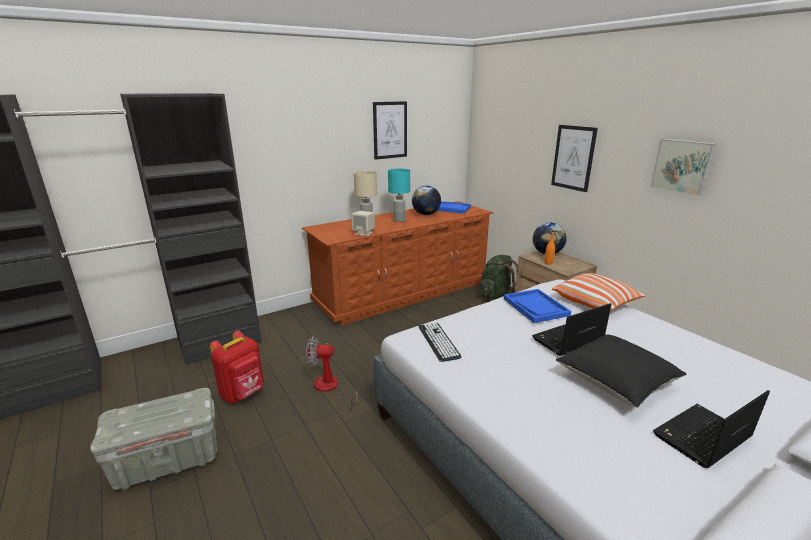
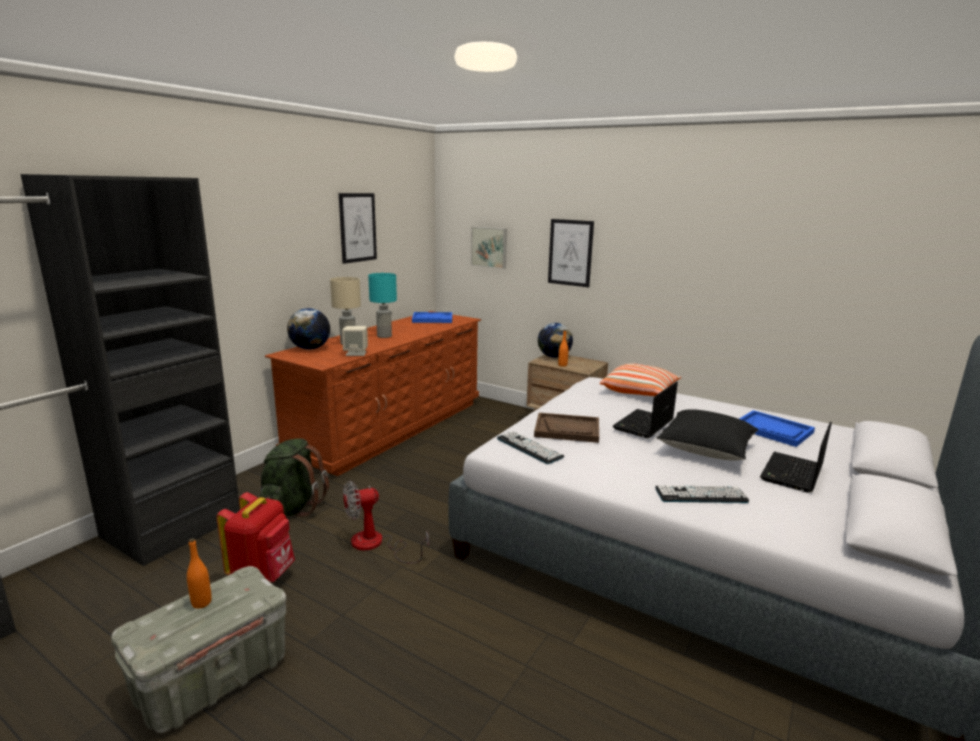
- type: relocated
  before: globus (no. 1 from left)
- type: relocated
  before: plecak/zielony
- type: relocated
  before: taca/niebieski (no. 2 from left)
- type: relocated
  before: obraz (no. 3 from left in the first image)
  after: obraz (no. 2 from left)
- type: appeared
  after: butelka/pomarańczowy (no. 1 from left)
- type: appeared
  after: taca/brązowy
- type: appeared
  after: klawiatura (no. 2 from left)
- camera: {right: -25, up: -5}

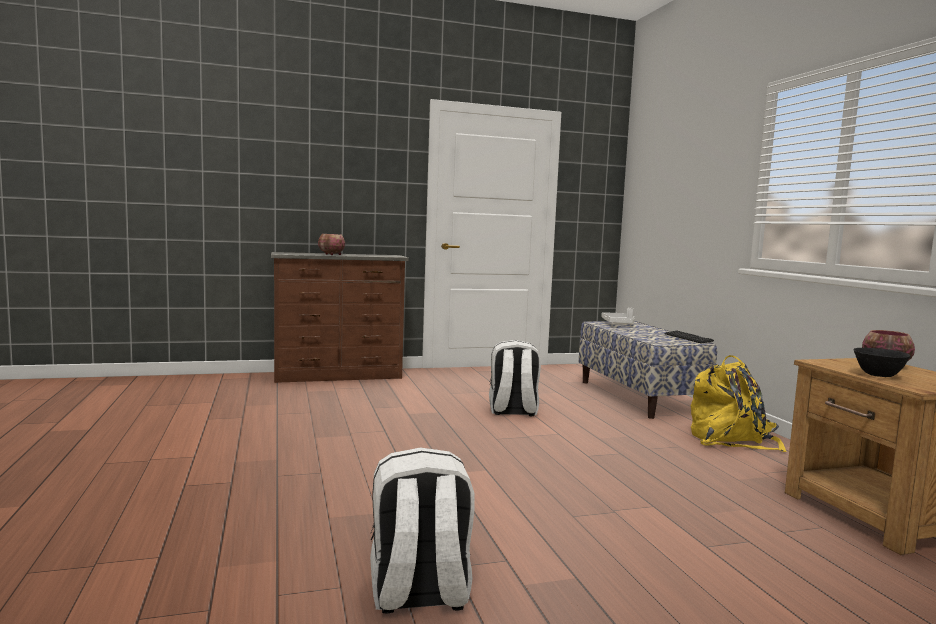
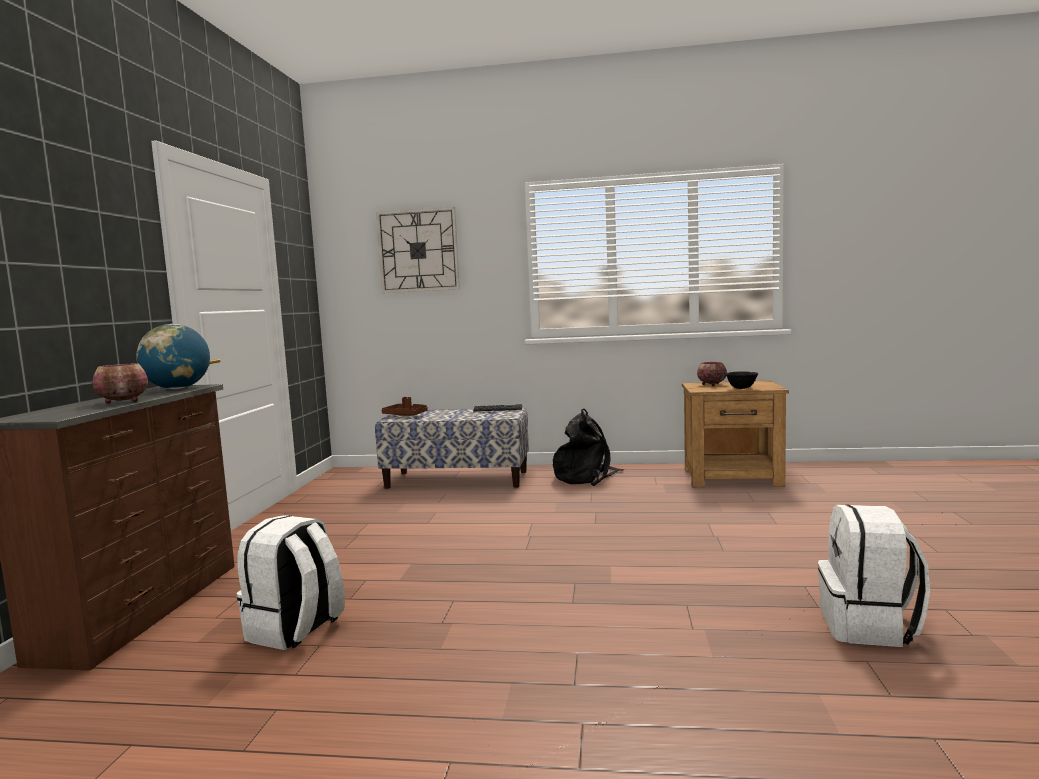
- type: relocated
  before: plecak/biały (no. 2 from left in the first image)
  after: plecak/biały (no. 1 from left)
- type: colour
  before: taca/biały
  after: taca/brązowy
- type: colour
  before: plecak/żółty
  after: plecak/czarny
- type: appeared
  after: globus
- type: appeared
  after: zegar ścienny
- camera: {right: -65, up: 0}

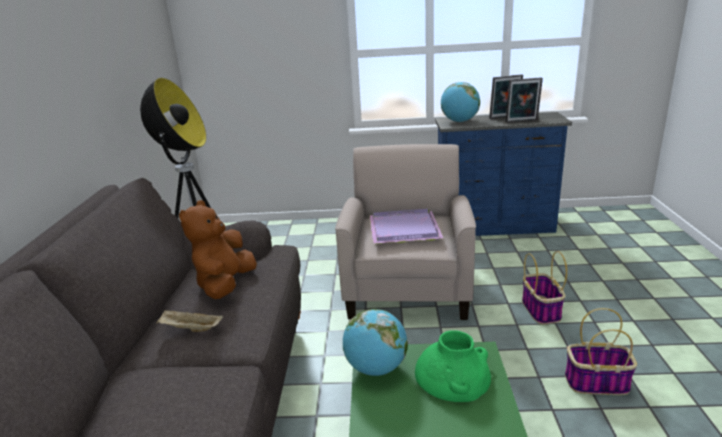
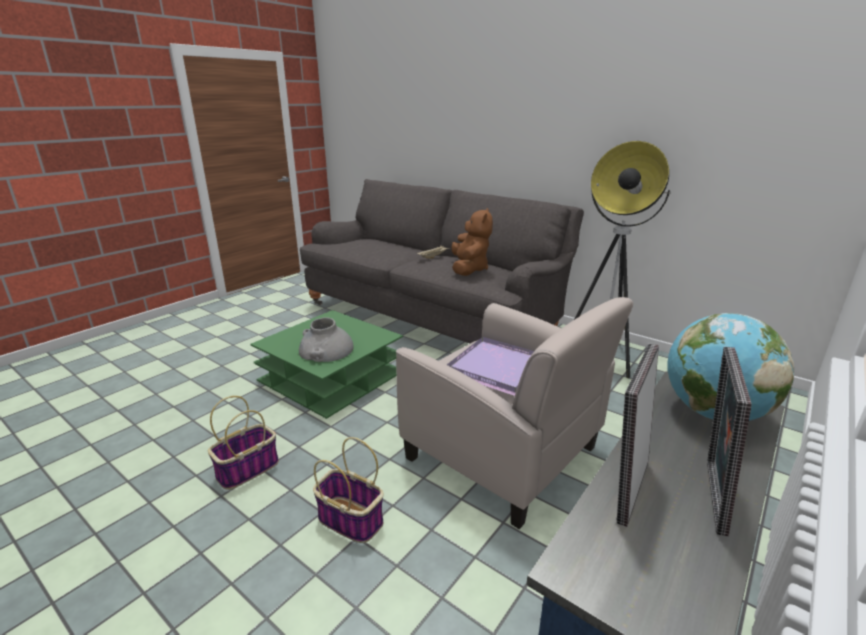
- type: spun
  before: pluszak/brązowy
  turn: 45
- type: missing
  before: globus (no. 1 from left)
- type: colour
  before: wazon/zielony
  after: wazon/szary
- camera: {right: 125, up: 0}

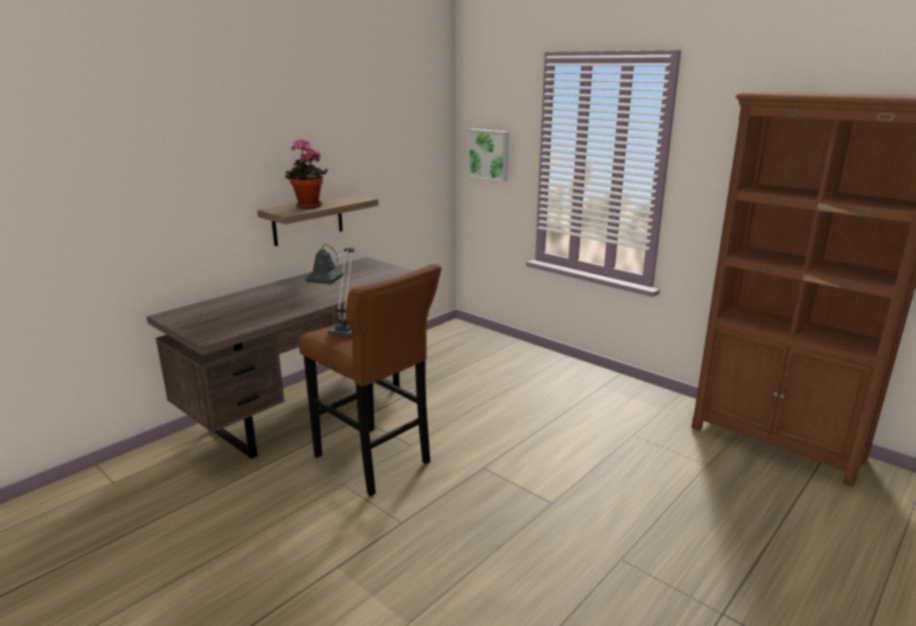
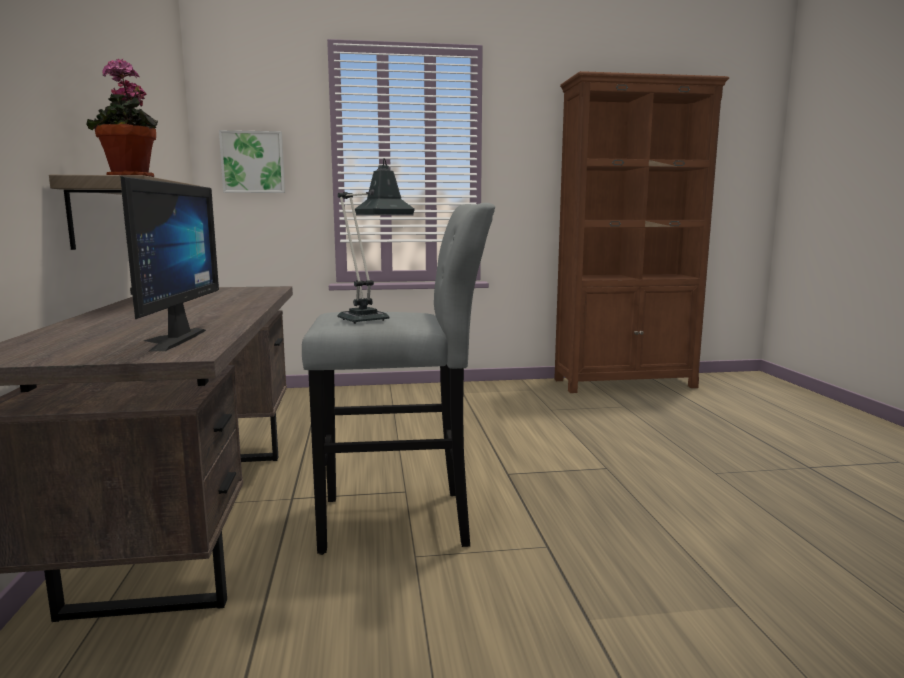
- type: colour
  before: stołek/brązowy
  after: stołek/szary
- type: appeared
  after: monitor
- camera: {right: -50, up: -10}

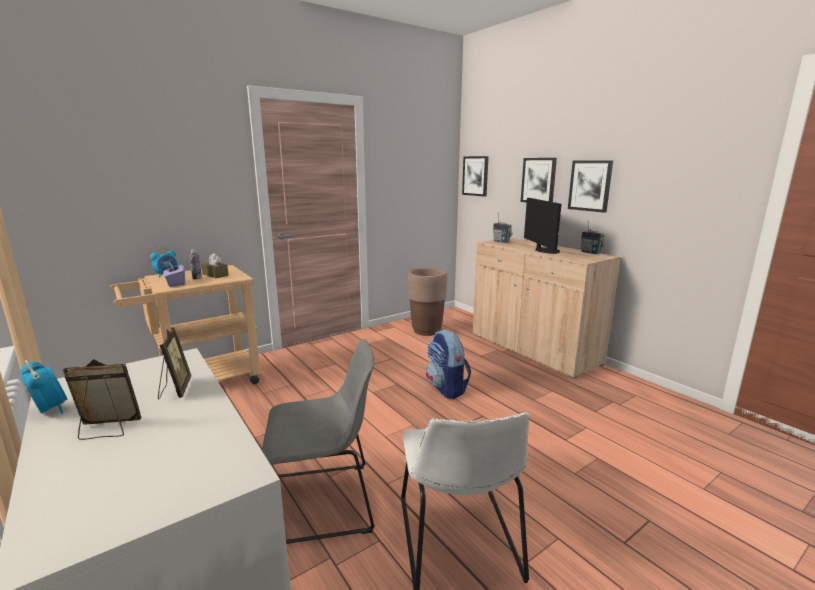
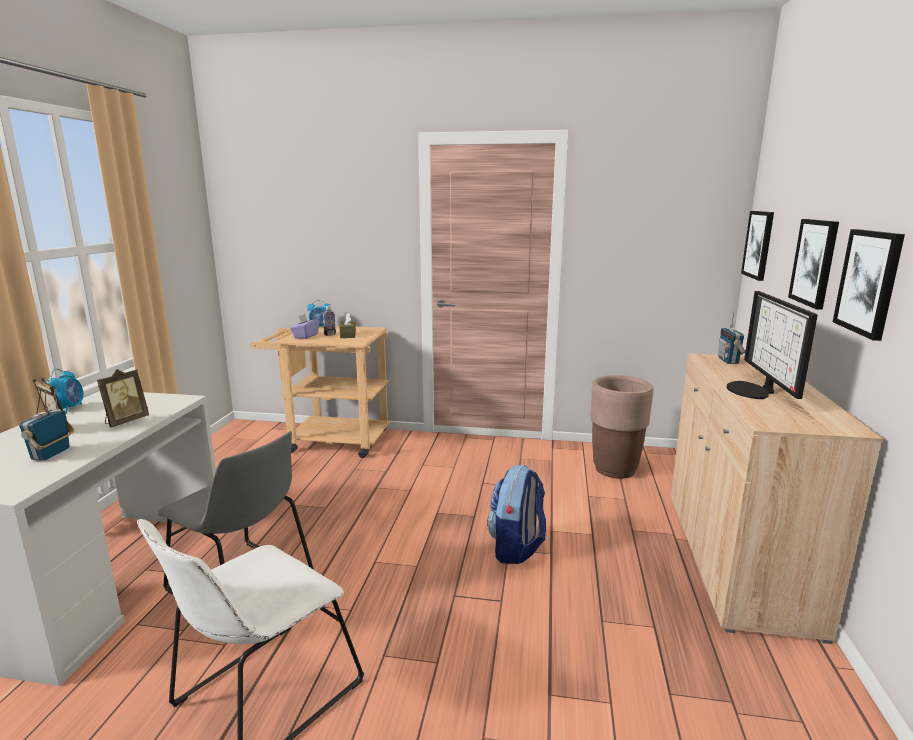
- type: spun
  before: monitor
  turn: 150
- type: relocated
  before: radio (no. 2 from left in the first image)
  after: radio (no. 1 from left)
- camera: {right: 45, up: 0}

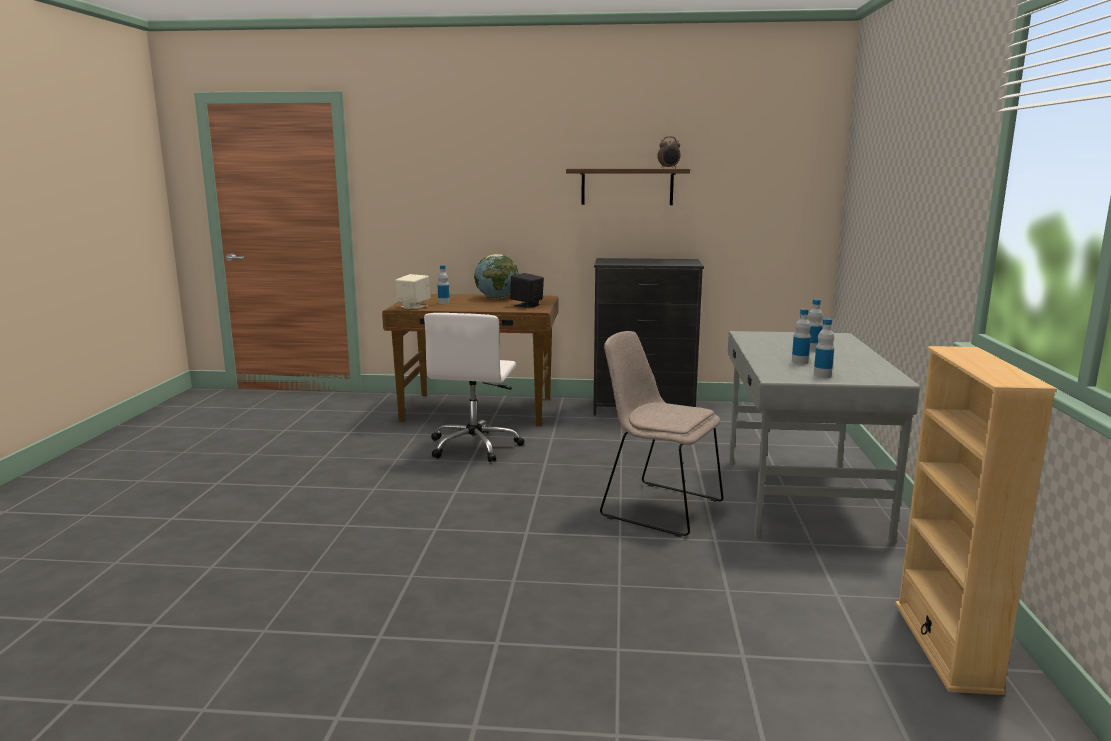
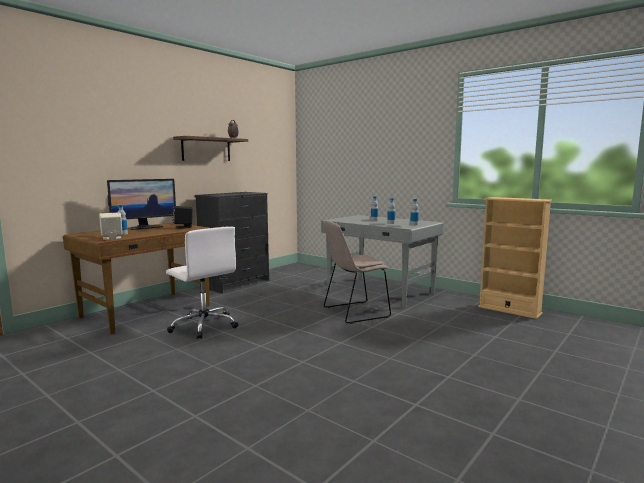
- type: exchanged
  before: globus
  after: monitor
- camera: {right: -55, up: -5}

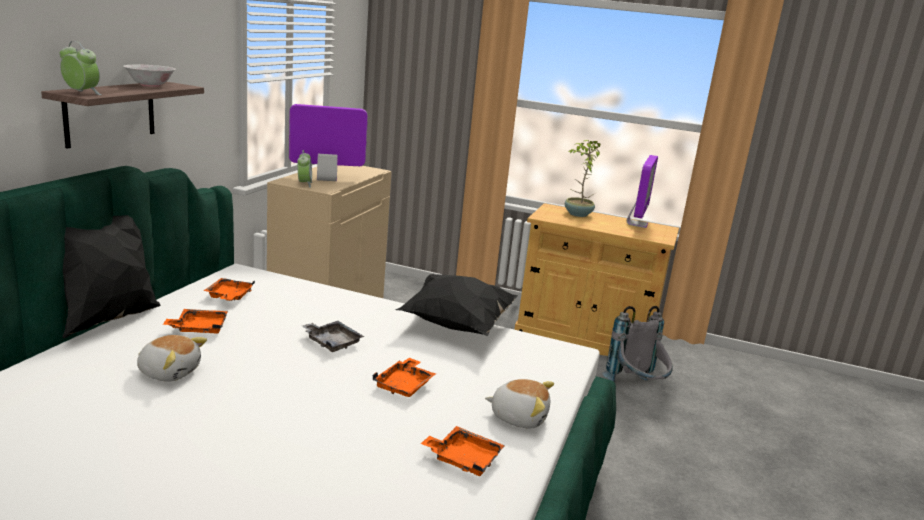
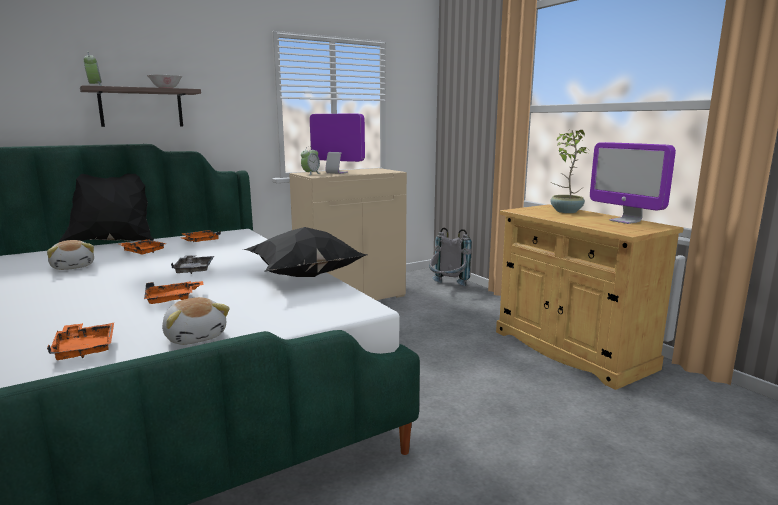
- type: relocated
  before: plecak/szary
- type: spun
  before: monitor (no. 2 from left)
  turn: 90
- camera: {right: 40, up: -5}

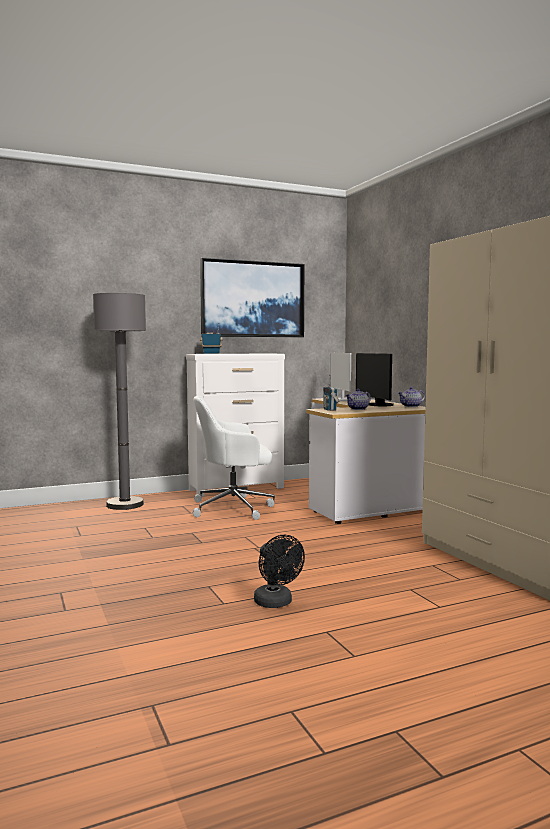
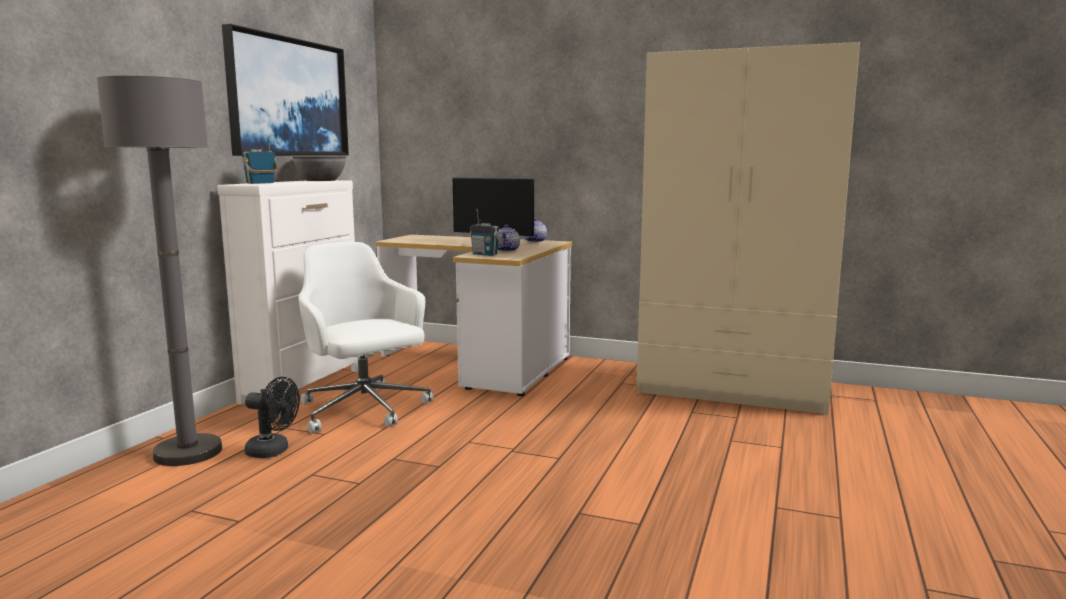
- type: spun
  before: krzesło biurowe/biały
  turn: 105
- type: relocated
  before: wentylator/czarny
- type: missing
  before: monitor (no. 1 from left)
- type: appeared
  after: miska/szary
- camera: {right: -45, up: 5}

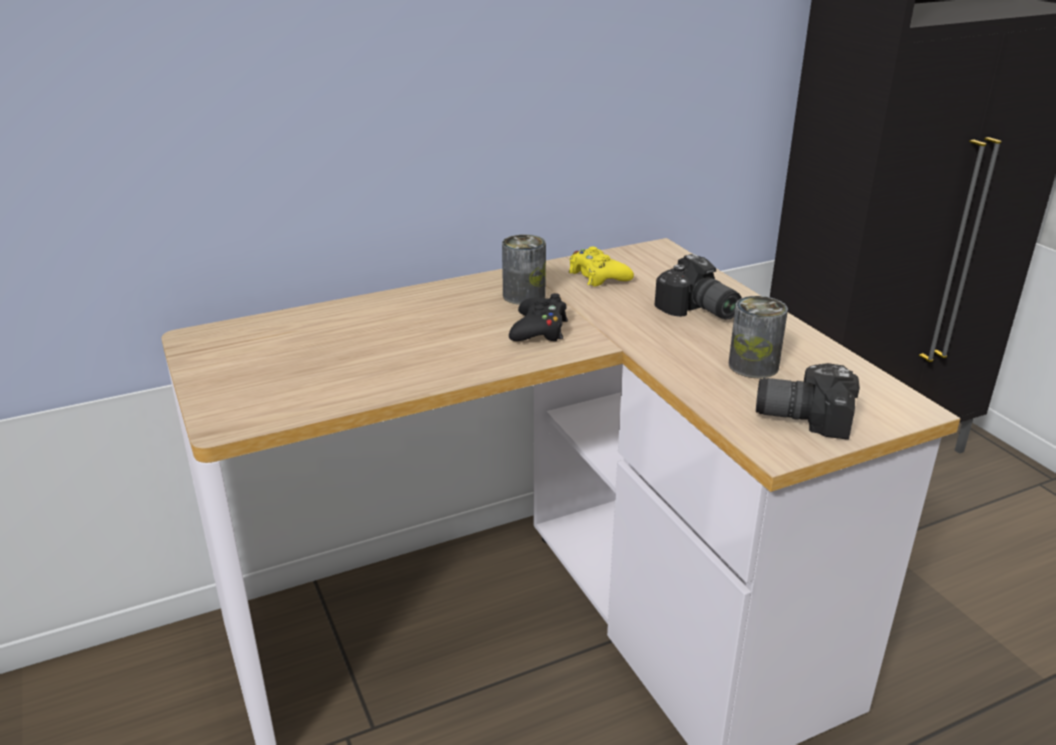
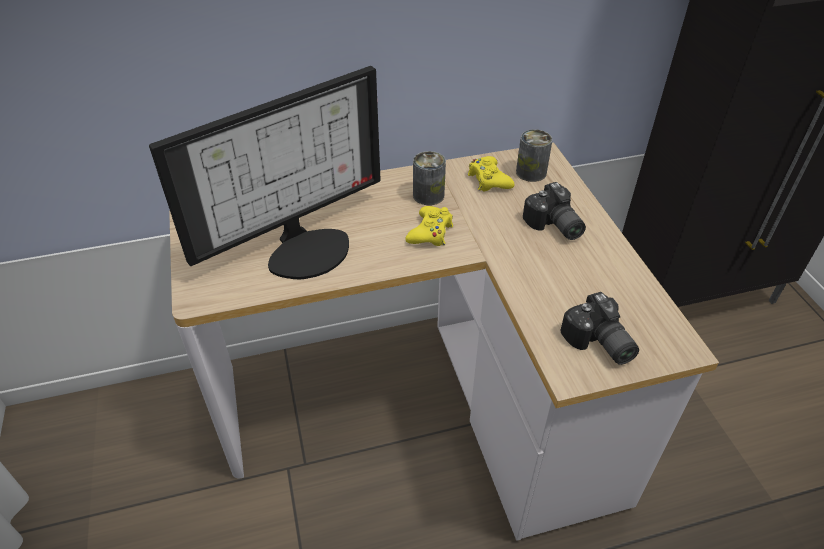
- type: colour
  before: pad do gier/czarny
  after: pad do gier/żółty (no. 1 from left)
- type: relocated
  before: puszka (no. 2 from left)
- type: spun
  before: aparat fotograficzny (no. 2 from left)
  turn: -135
- type: appeared
  after: monitor
- camera: {right: 10, up: 15}

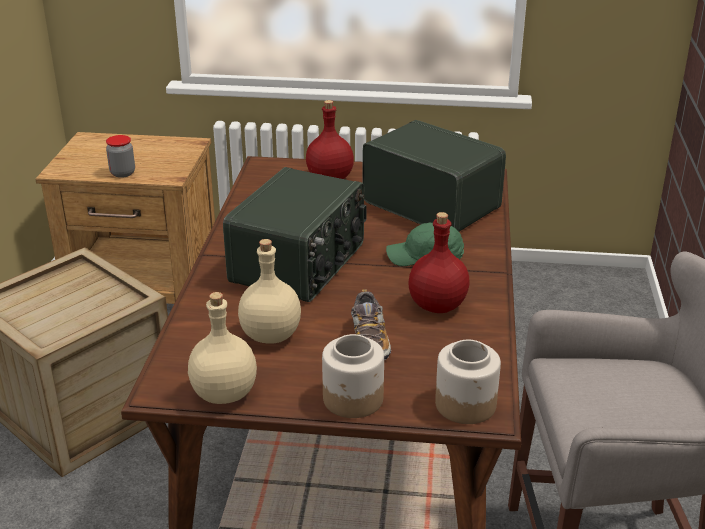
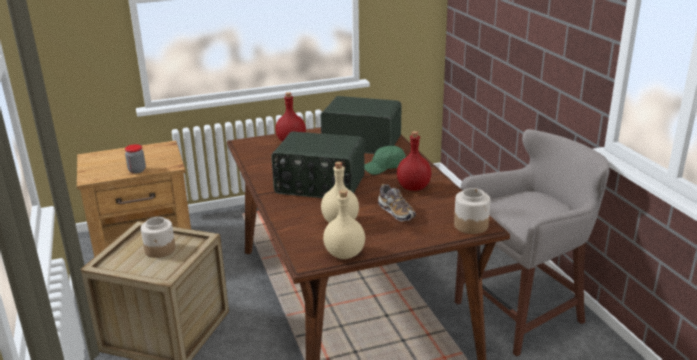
- type: spun
  before: radio (no. 1 from left)
  turn: 105
- type: relocated
  before: słoik (no. 2 from left)
- camera: {right: -25, up: -5}

